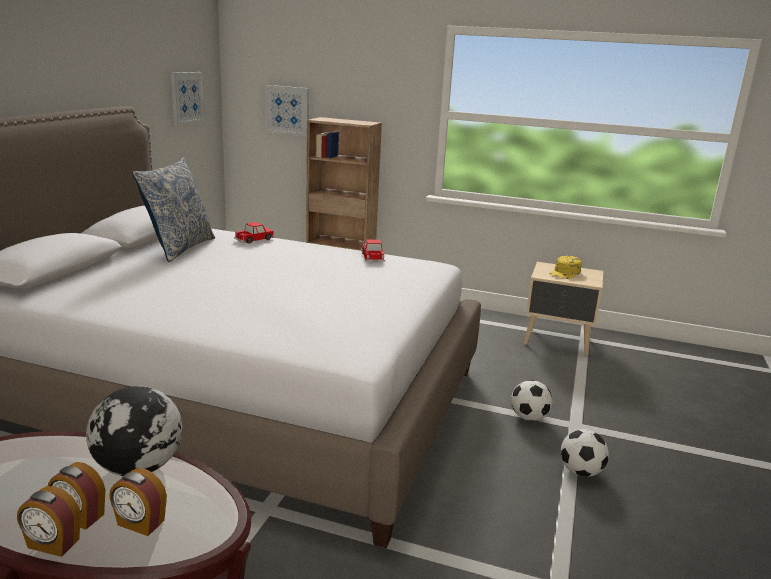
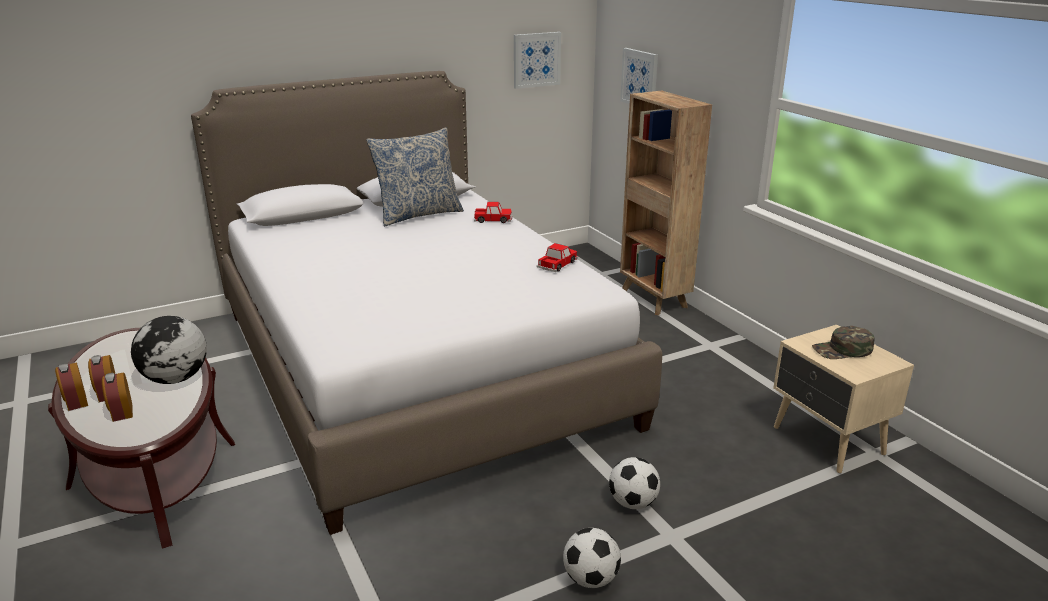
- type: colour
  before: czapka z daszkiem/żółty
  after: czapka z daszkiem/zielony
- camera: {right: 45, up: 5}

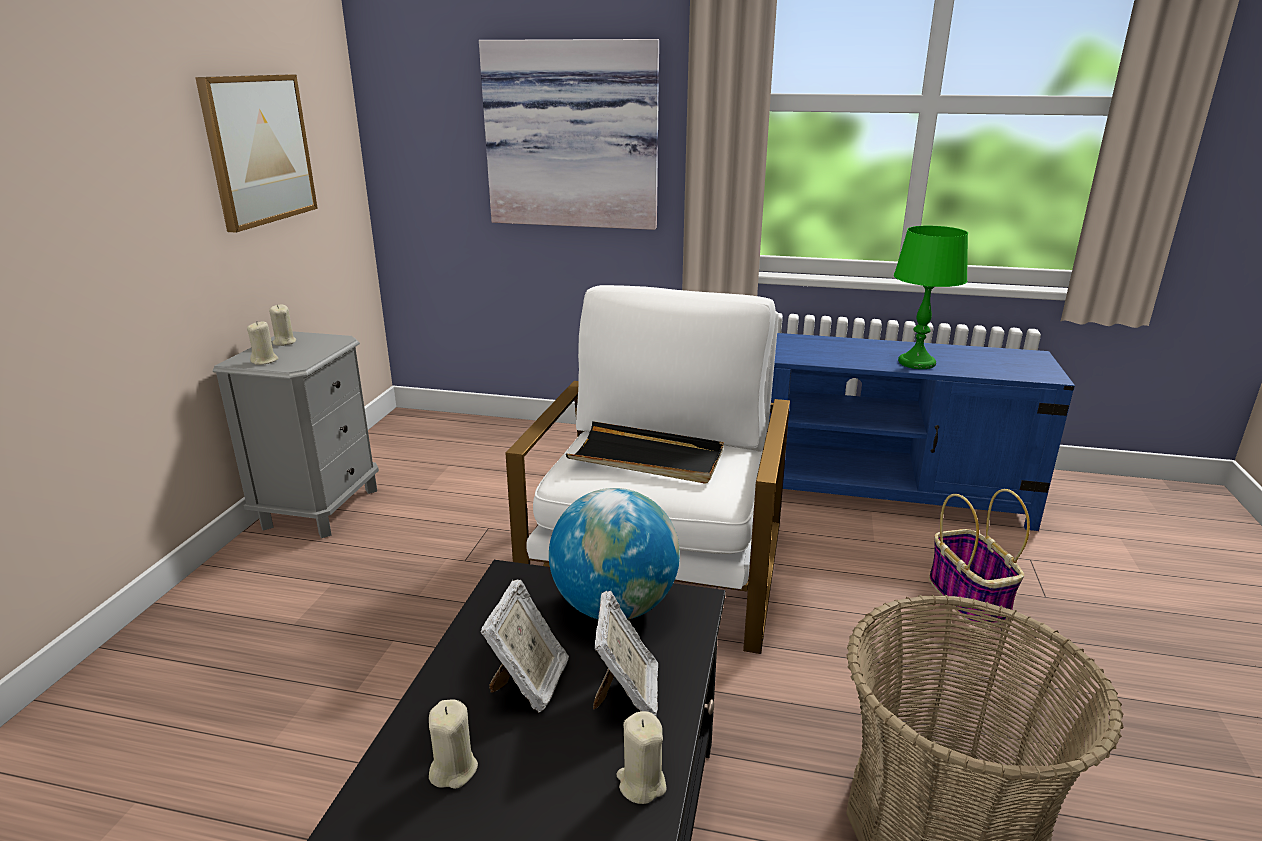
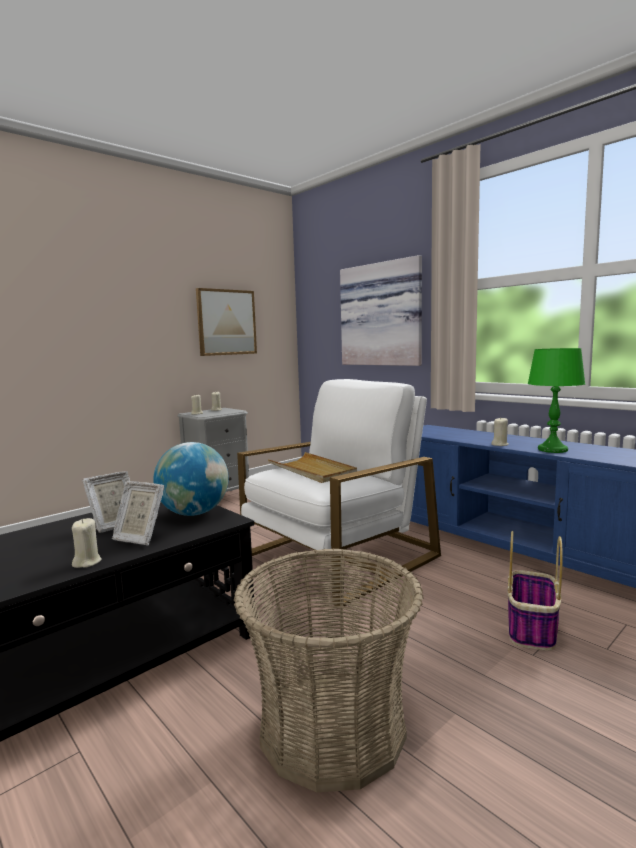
- type: relocated
  before: świeca/beżowy (no. 3 from left in the first image)
  after: świeca/beżowy (no. 4 from left)
- type: colour
  before: taca/czarny
  after: taca/beżowy
- type: spun
  before: ramka na zdjęcie (no. 2 from left)
  turn: 75
- camera: {right: 35, up: -15}

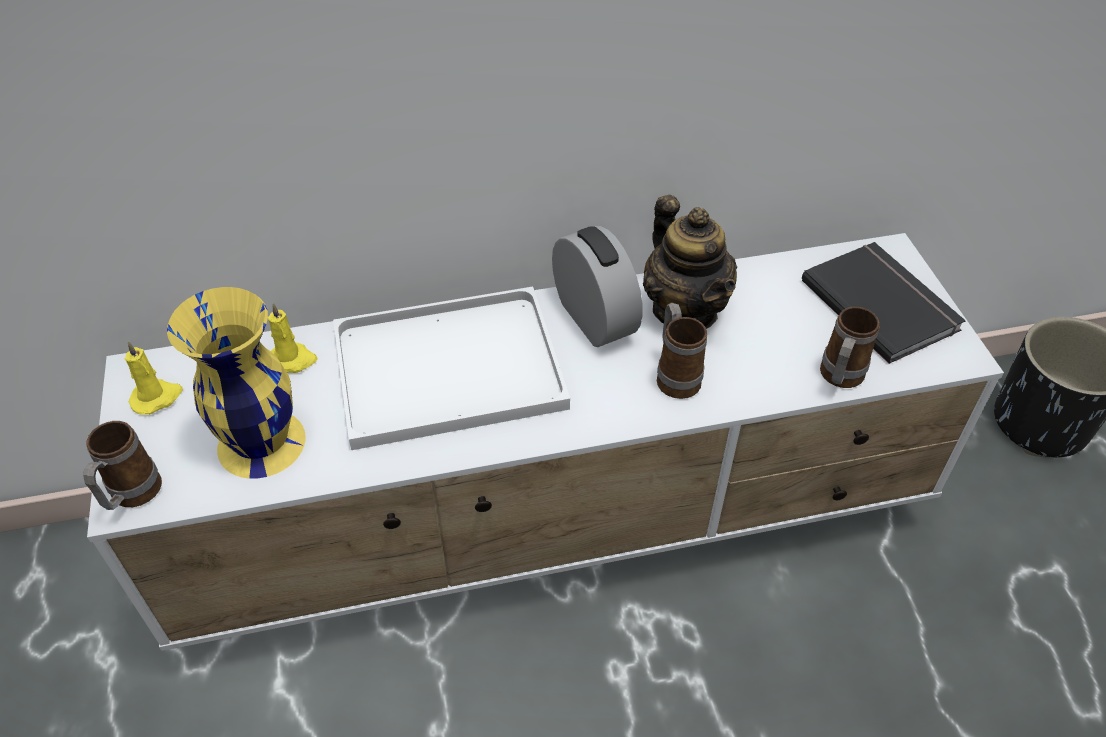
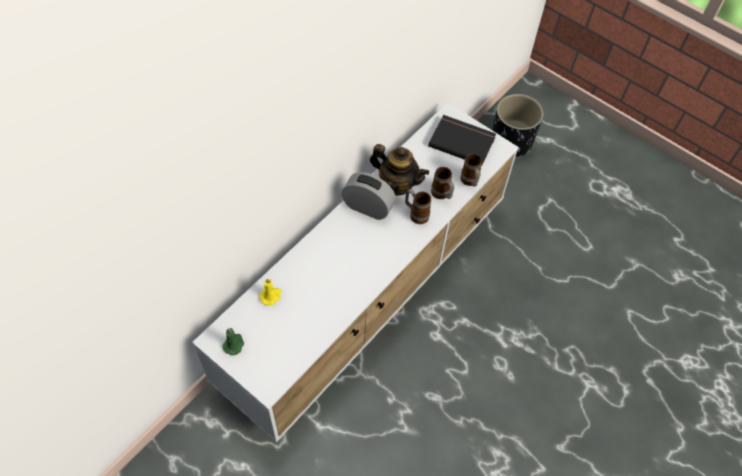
- type: relocated
  before: kubek (no. 1 from left in the first image)
  after: kubek (no. 2 from left)
- type: colour
  before: świeca/żółty (no. 1 from left)
  after: świeca/zielony
- type: missing
  before: wazon/żółty
- type: missing
  before: taca/biały
- camera: {right: -40, up: 10}

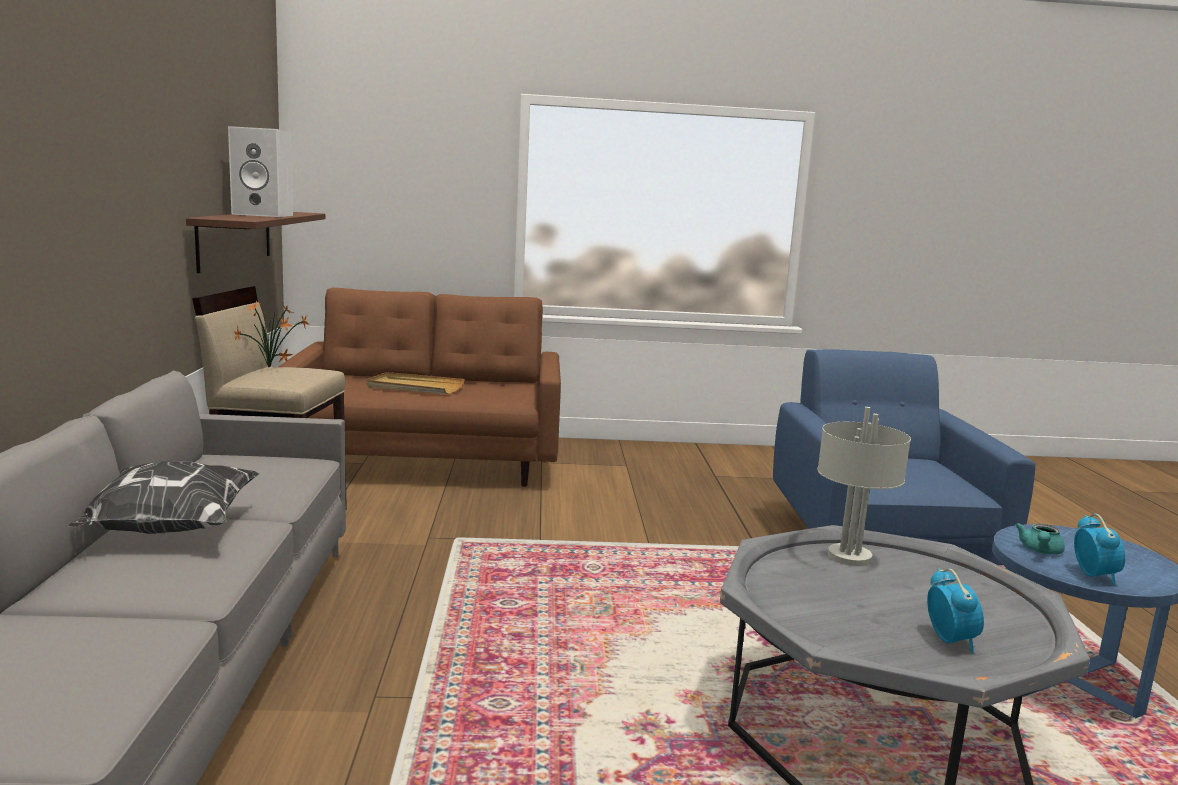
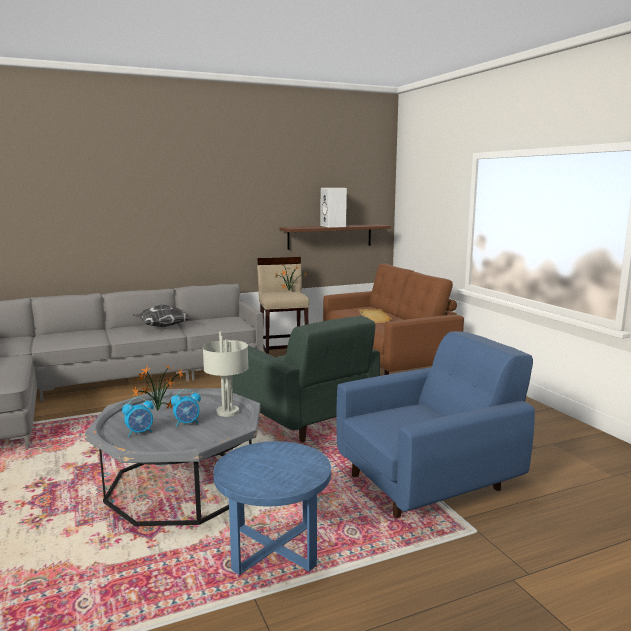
- type: missing
  before: imbryk/turkusowy
- type: relocated
  before: budzik (no. 2 from left)
- type: appeared
  after: roślina doniczkowa (no. 1 from left)
- type: appeared
  after: fotel/zielony
- camera: {right: 70, up: 0}

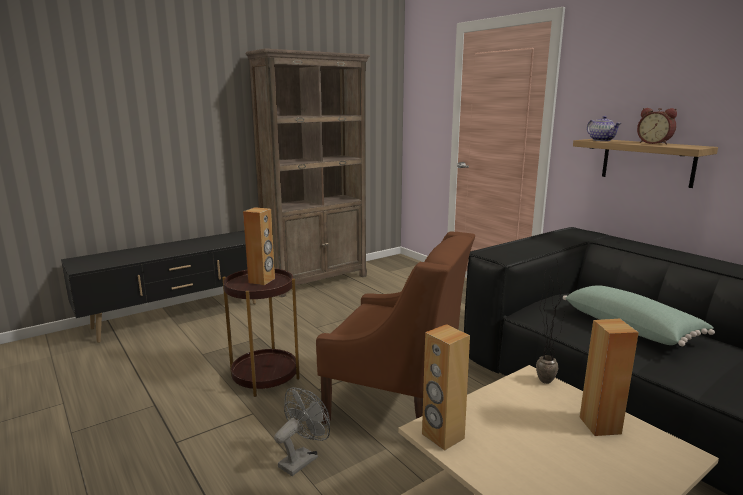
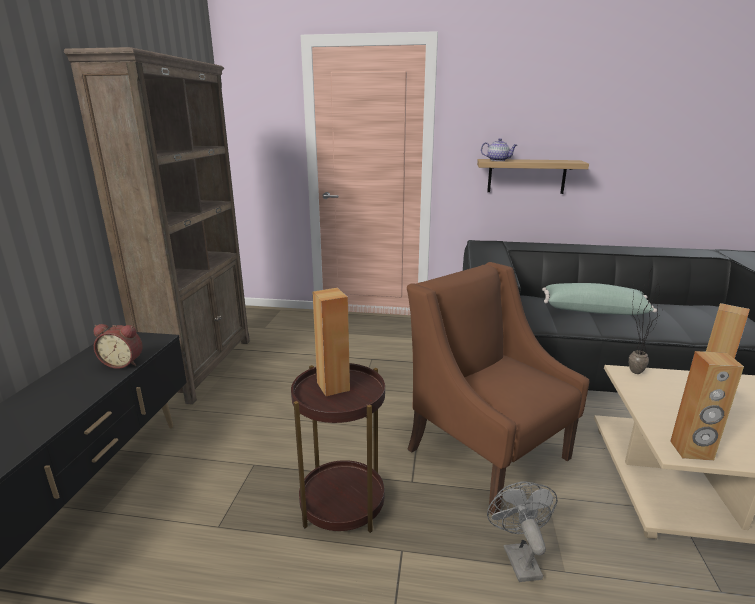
- type: spun
  before: fotel/brązowy
  turn: -105
- type: relocated
  before: budzik
- camera: {right: -45, up: 5}

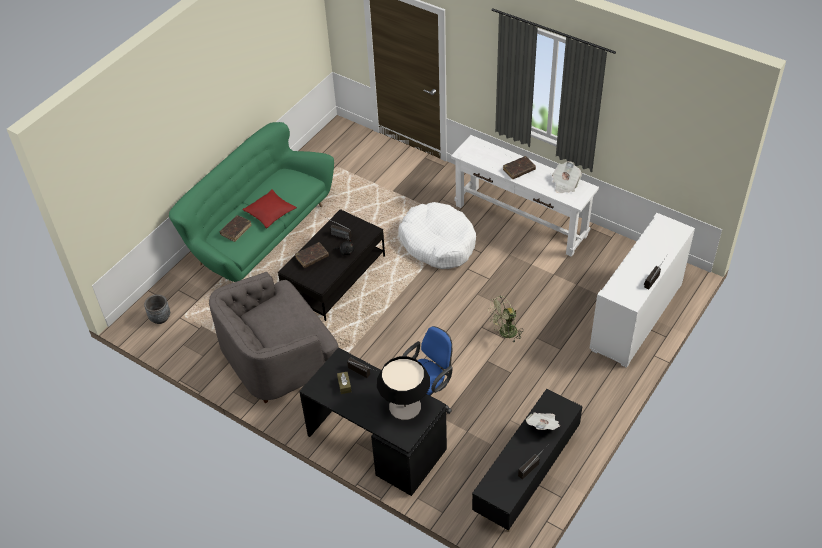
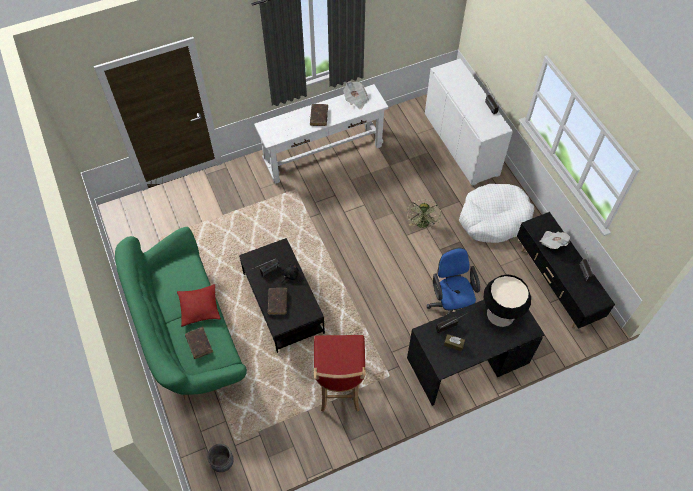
- type: exchanged
  before: fotel/szary
  after: stołek/czerwony
- type: relocated
  before: legowisko/biały
- camera: {right: -60, up: 10}

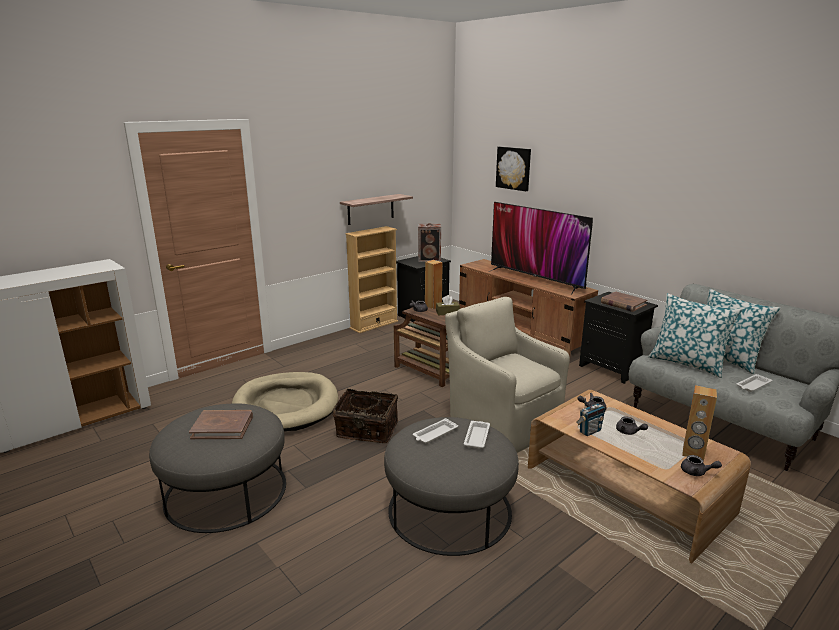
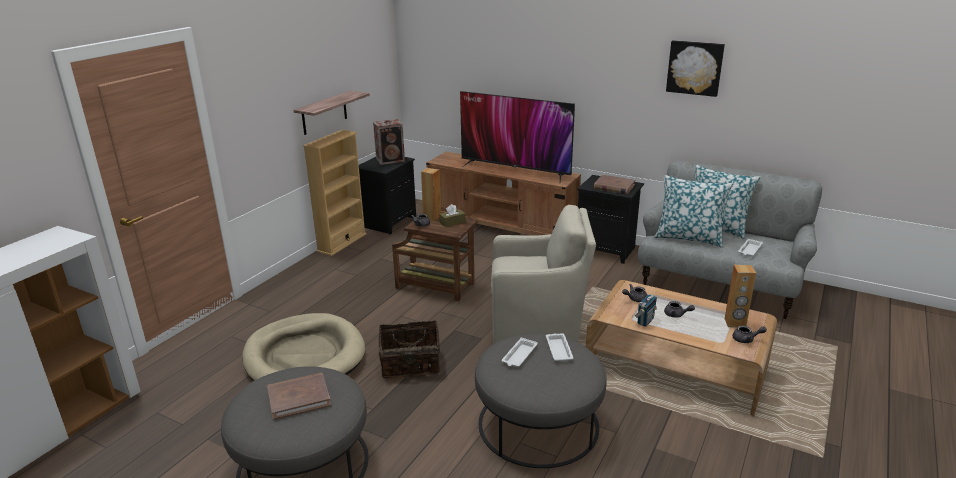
- type: spun
  before: fotel/beżowy
  turn: 150
- type: relocated
  before: obraz
- camera: {right: -20, up: 5}

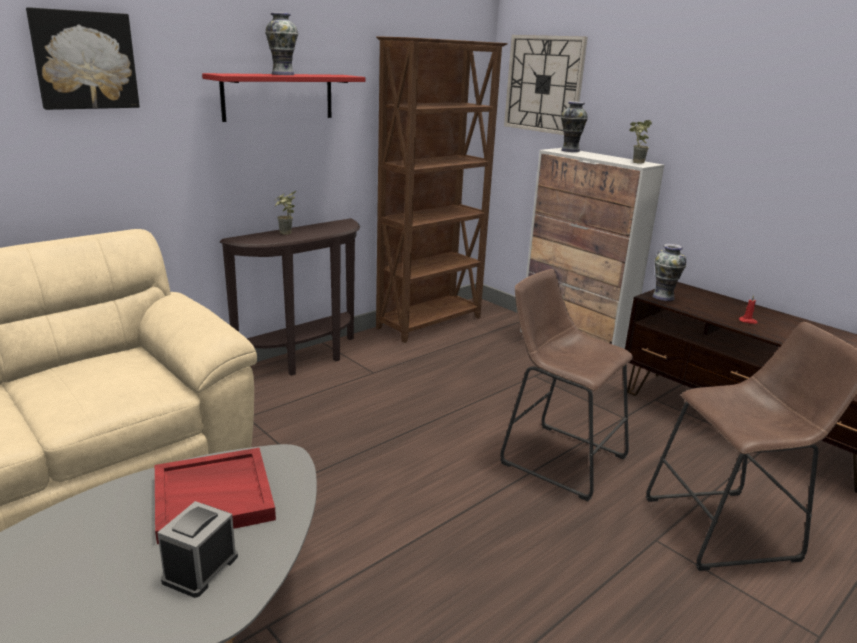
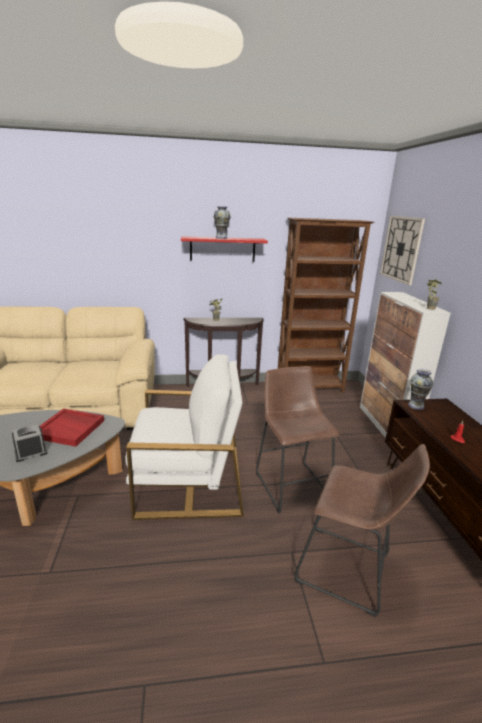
- type: missing
  before: obraz
- type: missing
  before: wazon (no. 2 from left)
- type: appeared
  after: fotel/biały
- camera: {right: 35, up: 0}

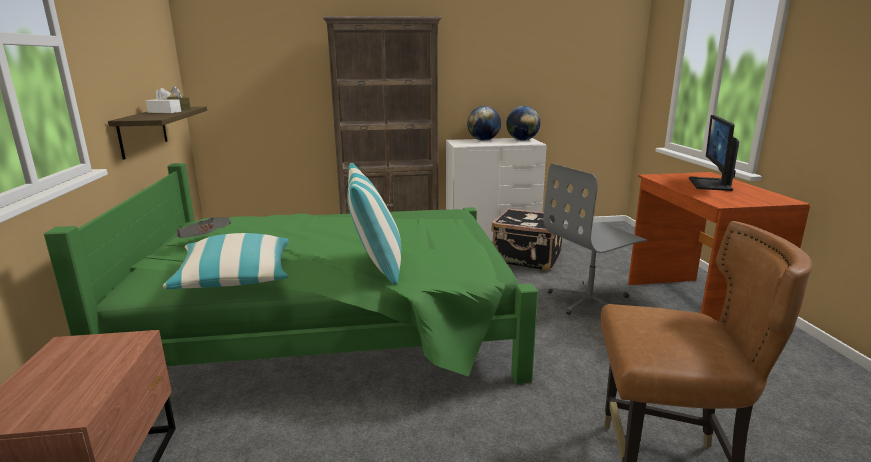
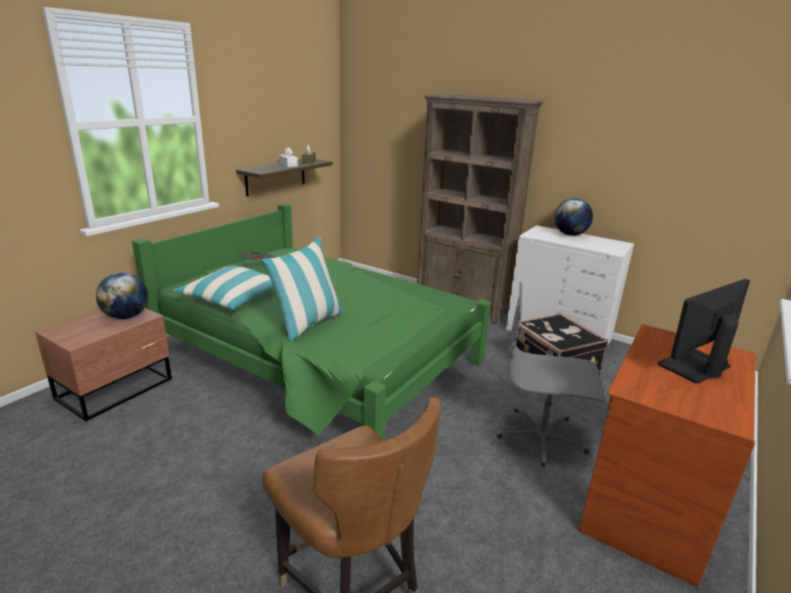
- type: relocated
  before: globus (no. 2 from left in the first image)
  after: globus (no. 1 from left)
- camera: {right: 40, up: 5}

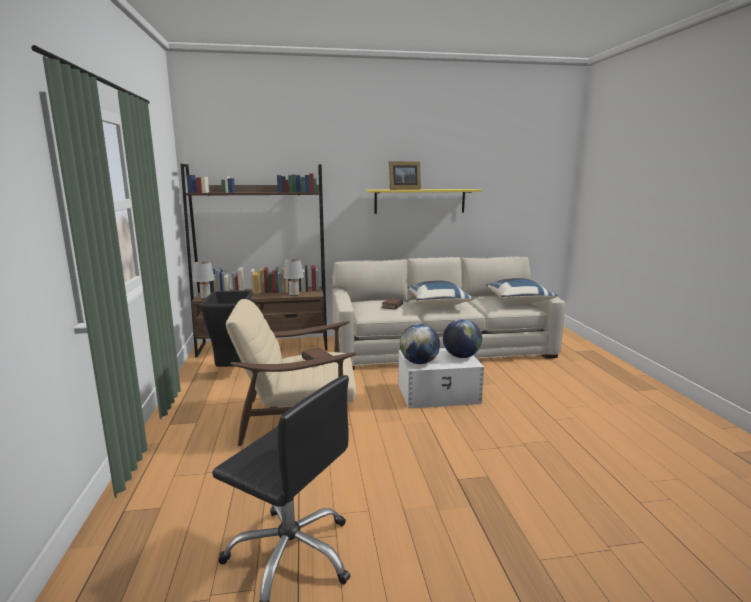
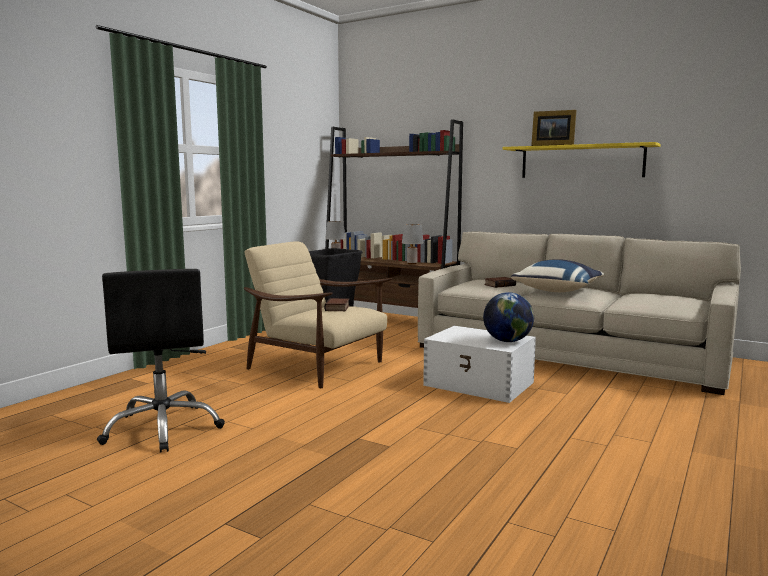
- type: missing
  before: globus (no. 1 from left)
- type: missing
  before: poduszka/niebieski (no. 2 from left)
- camera: {right: 40, up: -5}

